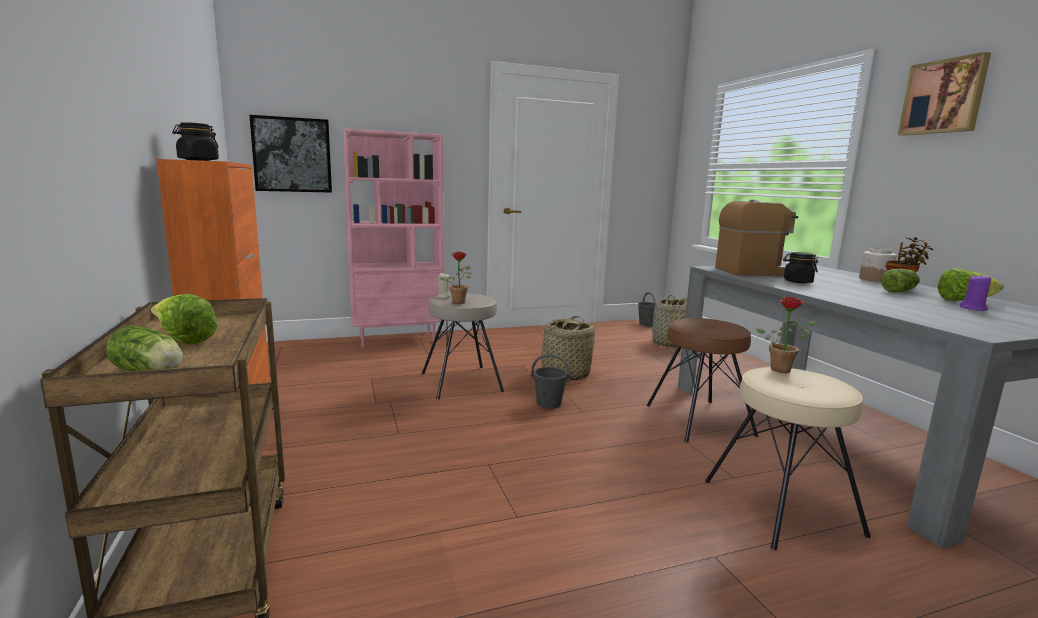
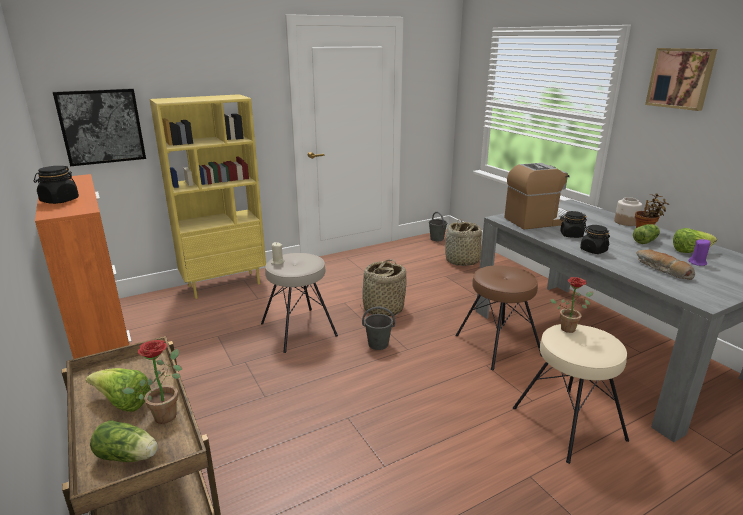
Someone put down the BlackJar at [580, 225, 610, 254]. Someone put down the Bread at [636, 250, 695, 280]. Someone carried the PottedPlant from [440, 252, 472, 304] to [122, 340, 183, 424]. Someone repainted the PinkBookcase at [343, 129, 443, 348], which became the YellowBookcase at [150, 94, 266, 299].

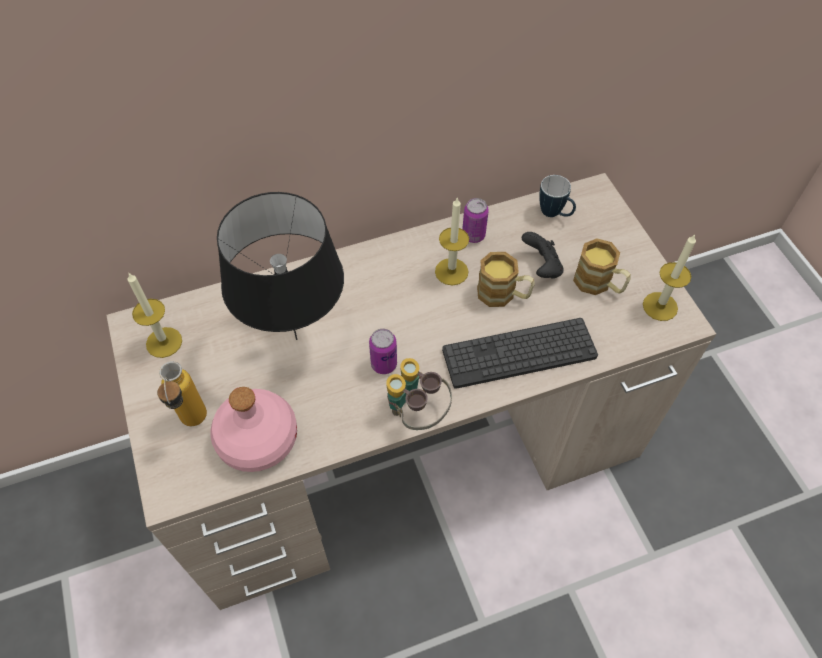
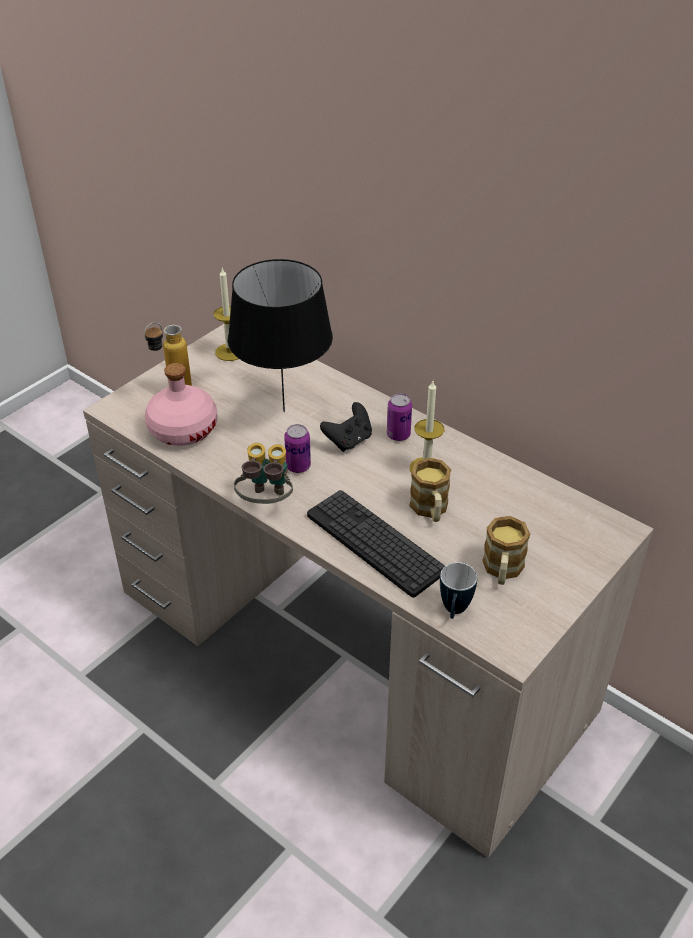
Someone took away the Candle at [643, 234, 696, 321]. Someone carried the Can from [462, 198, 489, 243] to [387, 394, 412, 441]. Someone carried the BlackGameController from [522, 232, 564, 279] to [320, 402, 372, 452]. Someone carried the Mug from [539, 175, 576, 217] to [440, 562, 477, 619].

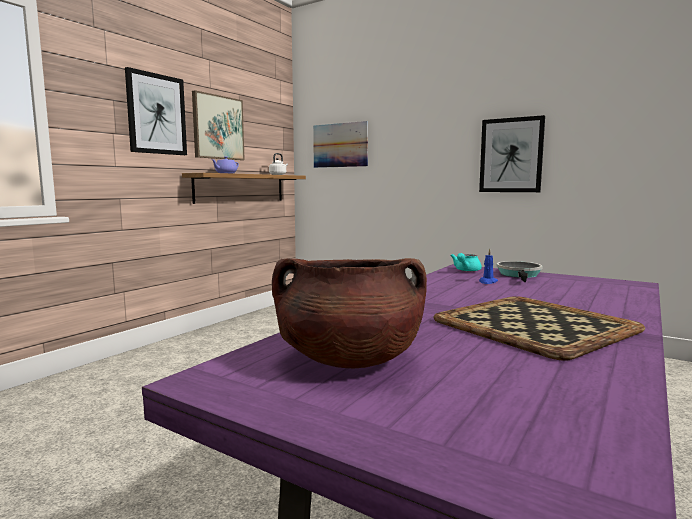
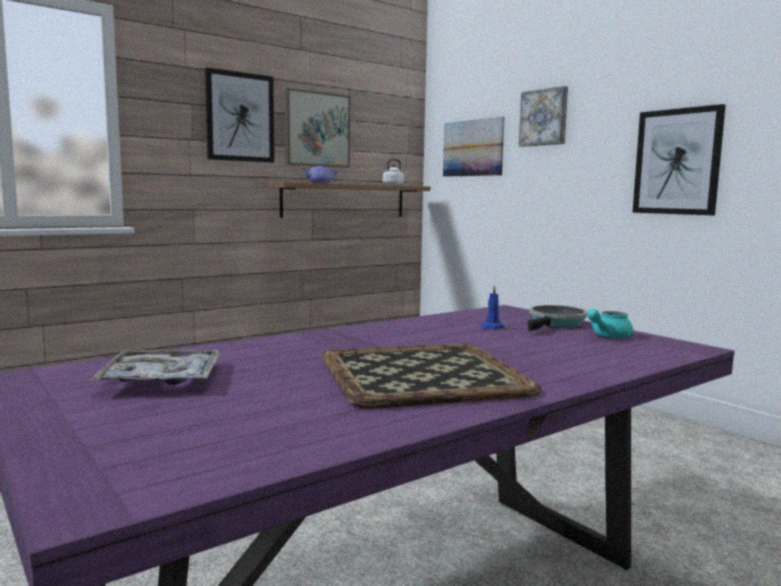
Someone put up the Picture at [519, 86, 568, 147]. Someone carried the TurquoiseTeapot from [450, 253, 482, 272] to [587, 309, 634, 338]. Someone swapped the BrownCookingPot at [272, 258, 427, 368] for the Tray at [90, 350, 221, 385].

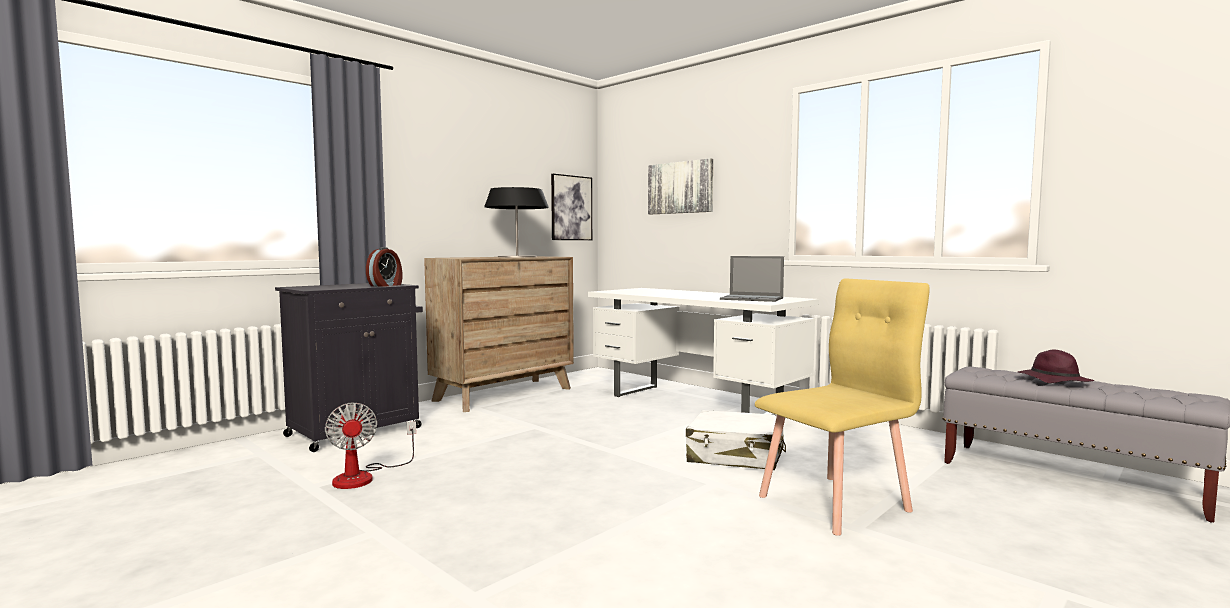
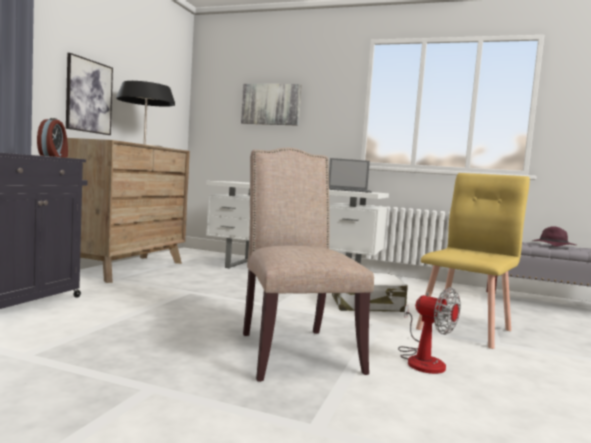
Someone put down the BeigeChair at [243, 148, 374, 382]. Someone carried the Fan from [325, 402, 416, 489] to [398, 287, 461, 374]. Someone carried the Picture from [551, 174, 592, 240] to [66, 53, 113, 135].

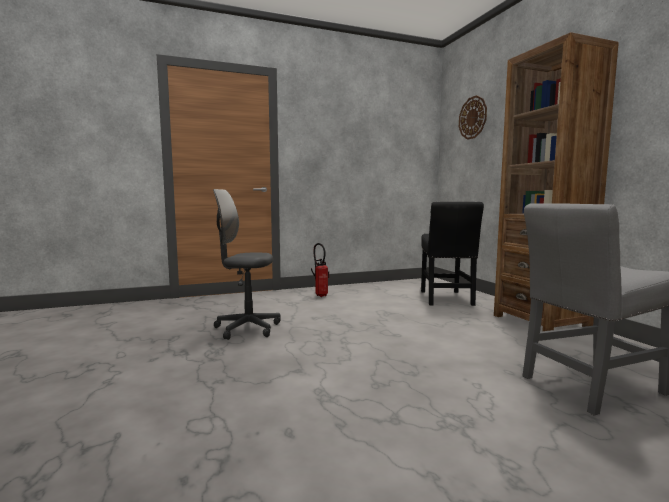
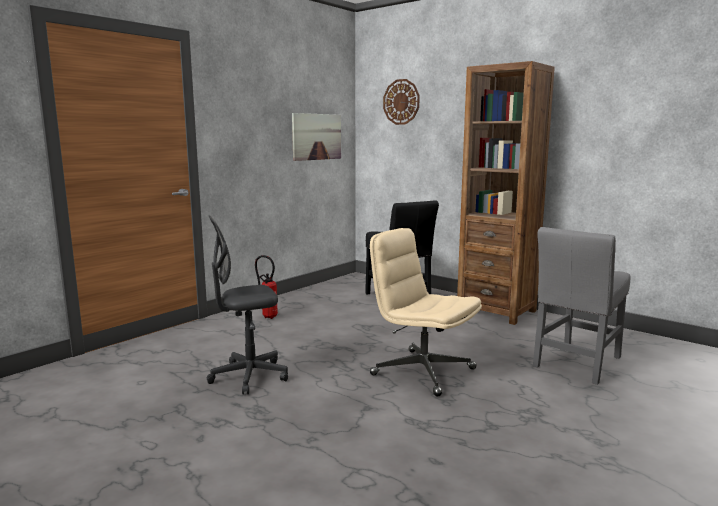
Someone put up the Picture at [292, 113, 341, 161]. Someone put down the BeigeOfficeChair at [370, 228, 482, 396].

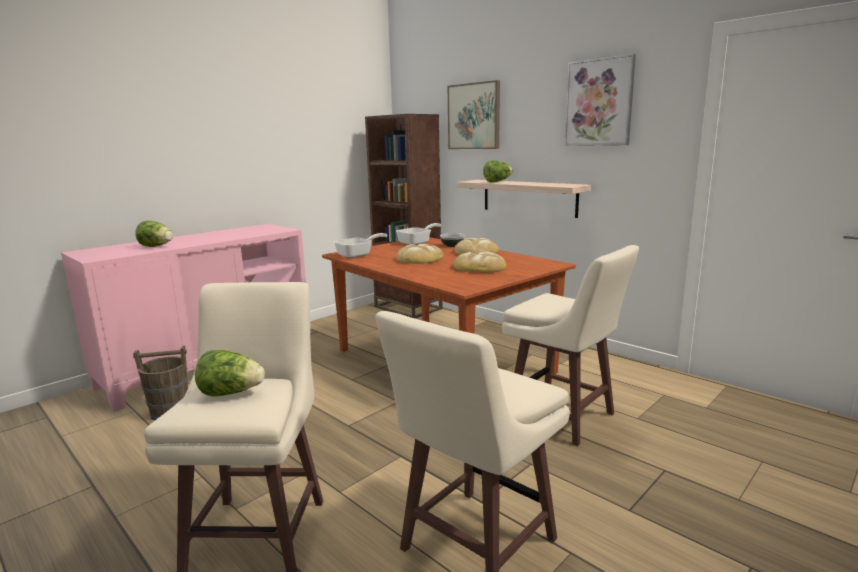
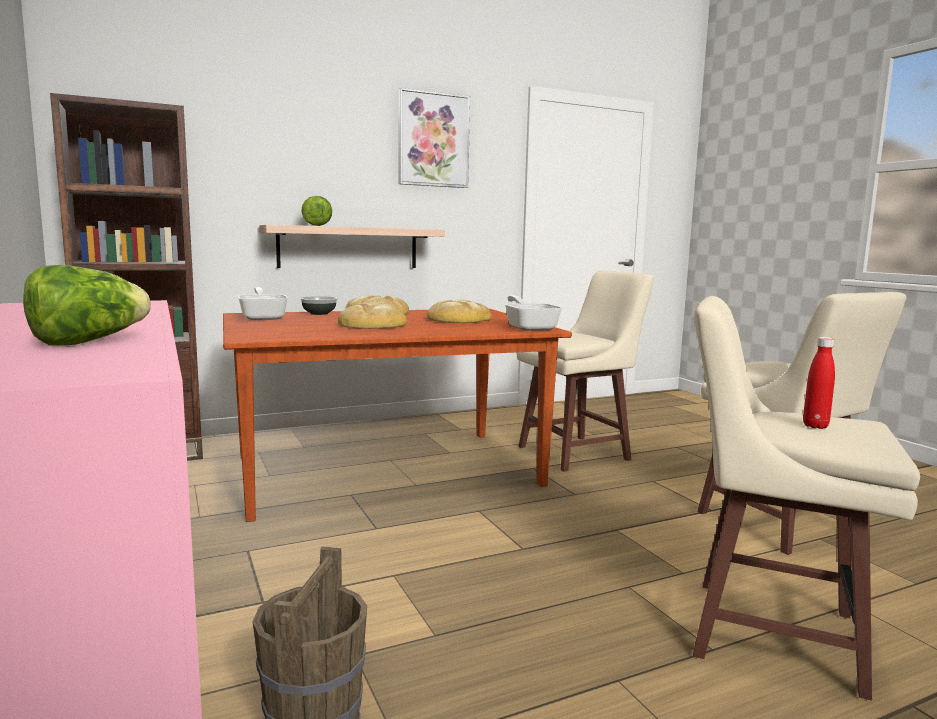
Someone took away the Picture at [448, 80, 500, 149]. Someone carried the FryingPan from [334, 233, 387, 258] to [505, 295, 562, 331]. Someone swapped the Lettuce at [195, 350, 265, 396] for the RedBottle at [803, 337, 835, 429].

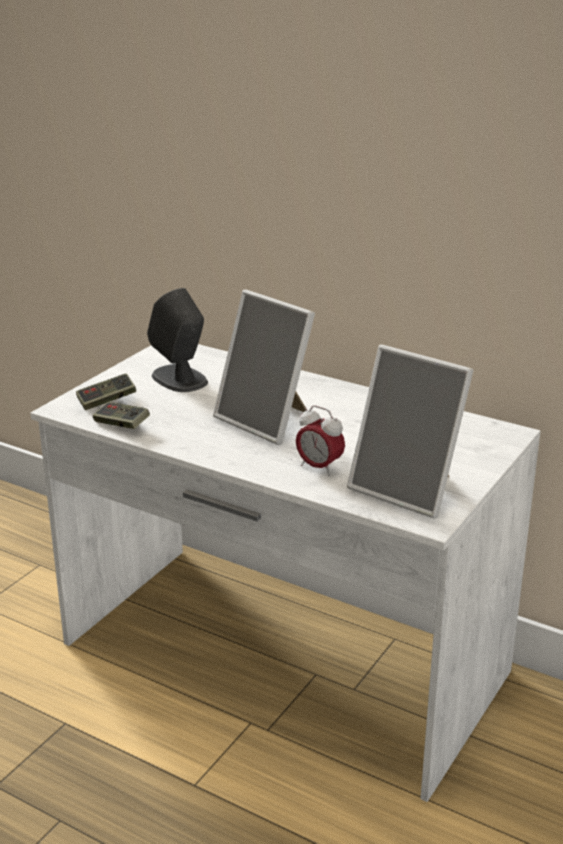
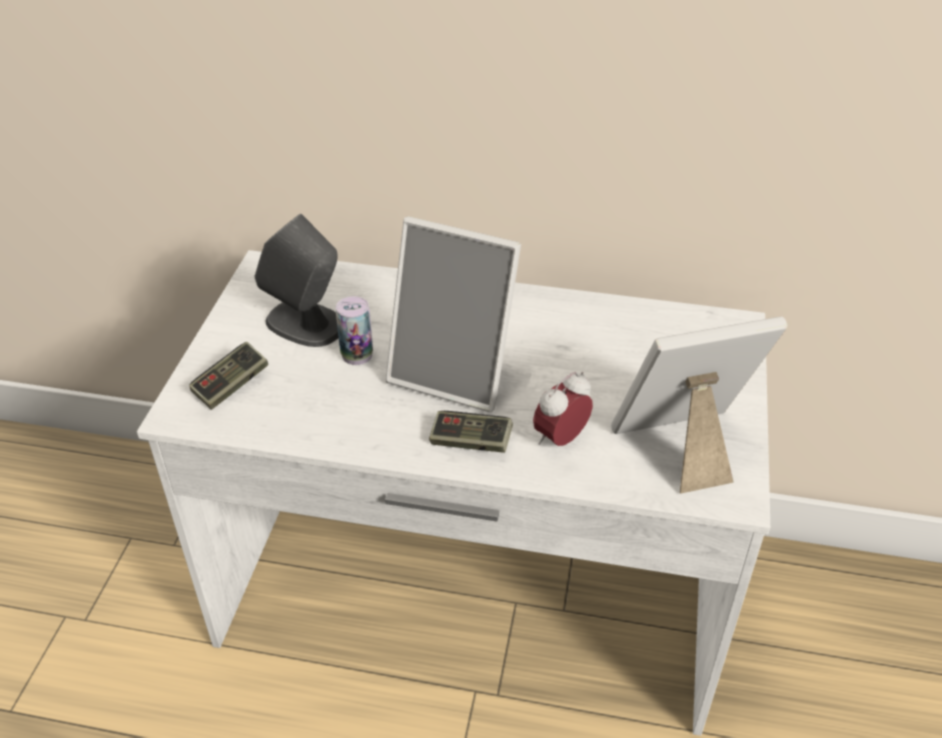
Someone put down the Can at [336, 296, 373, 365]. Someone carried the GameController from [93, 402, 150, 429] to [429, 411, 513, 453]. Someone rotated the AlarmClock at [296, 405, 345, 476] by 120 degrees clockwise. Someone rotated the PictureFrame at [347, 345, 473, 518] by 150 degrees clockwise.

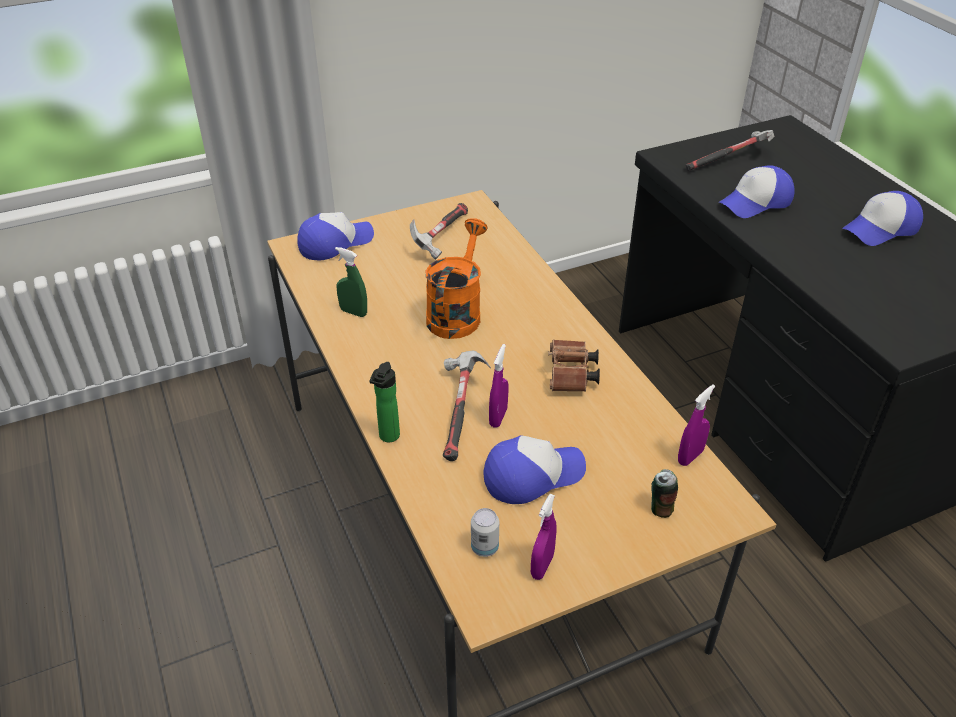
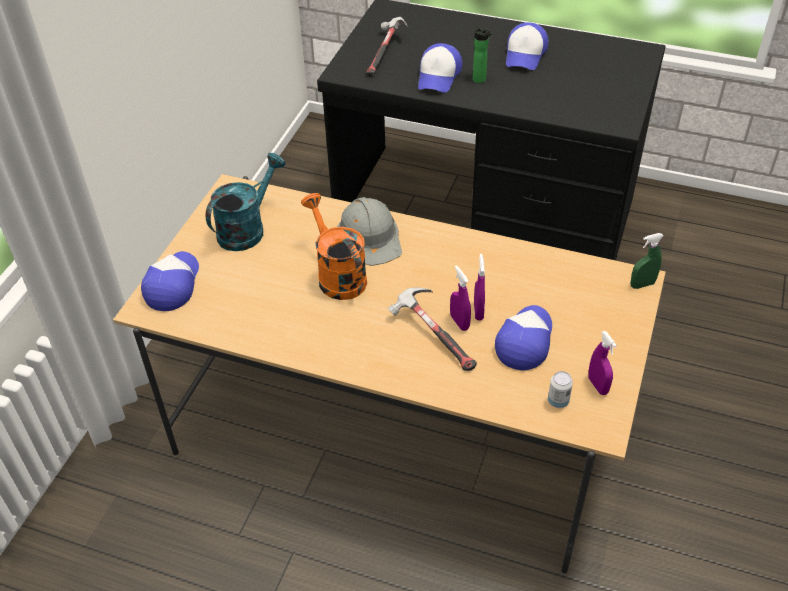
Someone took away the BrownBinoculars at [548, 339, 600, 392]. Someone took away the Can at [651, 469, 678, 518]. Someone put down the GreyHardHat at [337, 197, 402, 266]. Someone carried the GreenSprayBottle from [335, 247, 367, 317] to [631, 233, 663, 289]. Someone carried the Bottle from [369, 362, 400, 442] to [473, 24, 492, 83]. Someone carried the PurpleSprayBottle from [678, 384, 715, 466] to [474, 254, 485, 321]. Someone swapped the Hammer at [410, 203, 468, 260] for the TurquoiseWateringCan at [206, 153, 286, 251].

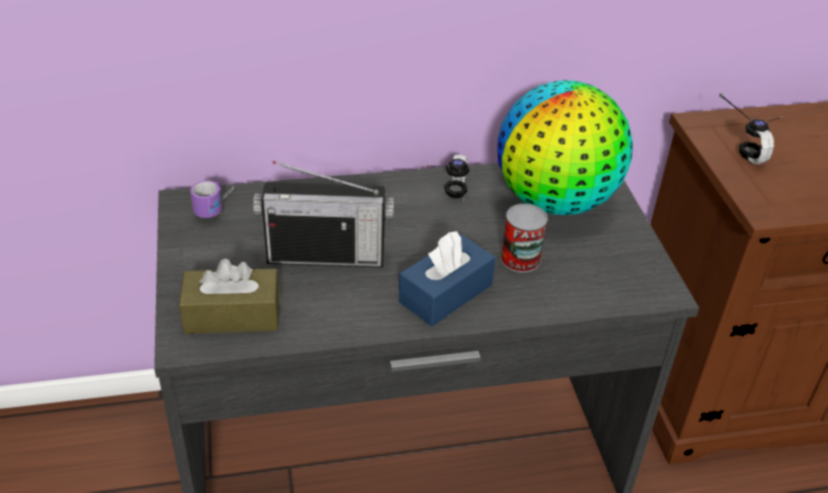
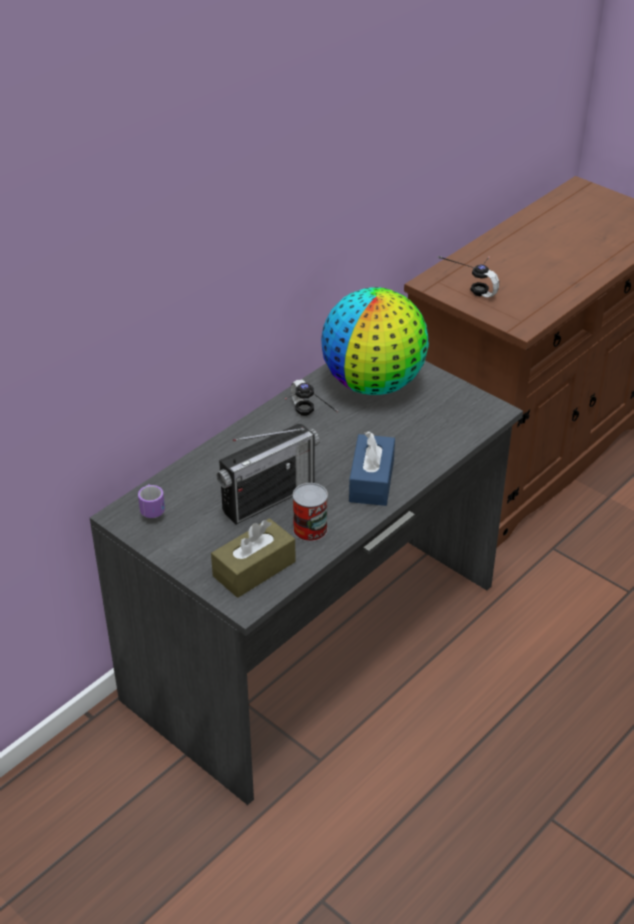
Someone carried the Can from [501, 204, 548, 273] to [293, 483, 328, 542].

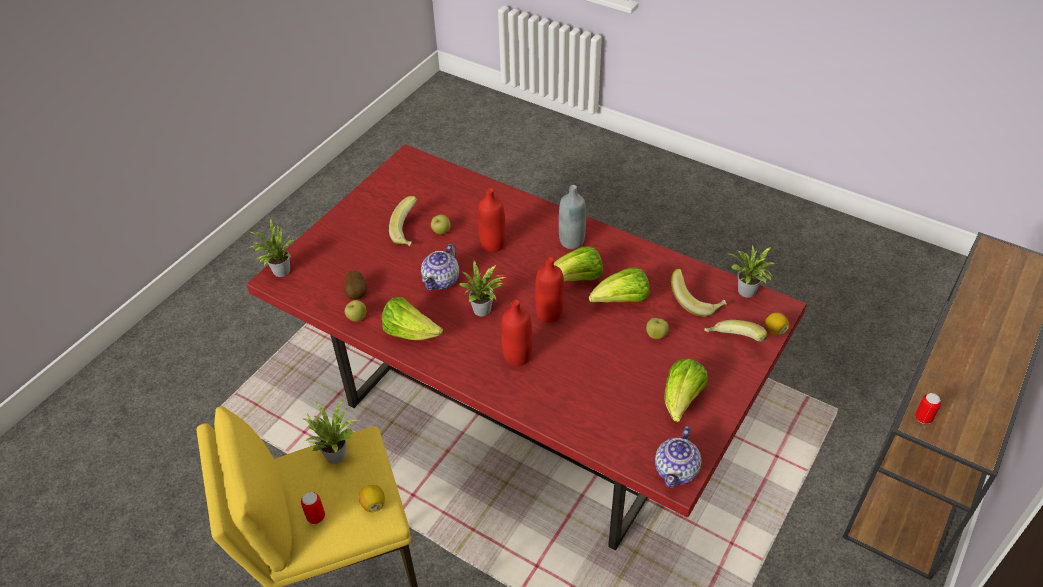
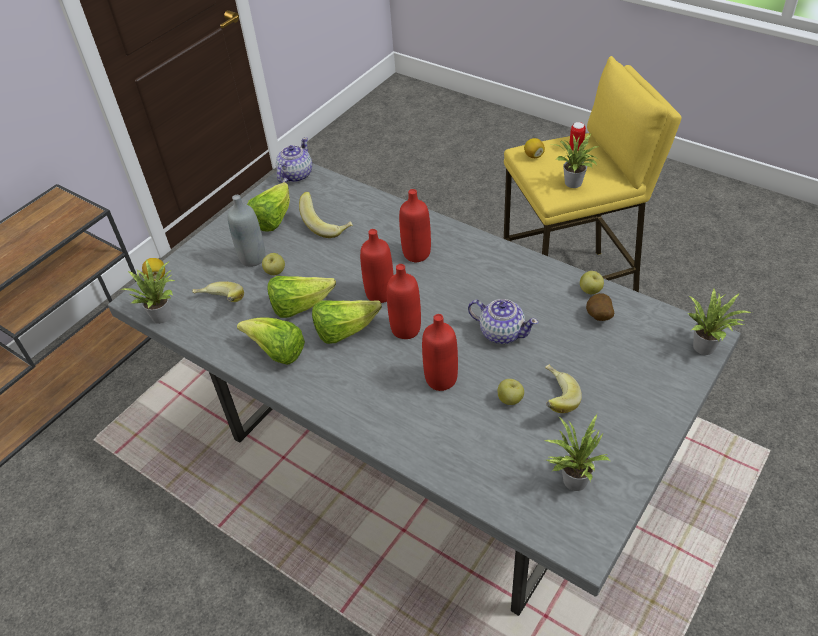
Someone took away the Can at [915, 393, 941, 424]. Someone put down the RedBottle at [387, 264, 421, 339]. Someone carried the Lettuce from [381, 297, 443, 340] to [237, 317, 305, 365]. Someone carried the PottedPlant from [459, 260, 506, 316] to [544, 414, 611, 491]. Someone carried the GreyBottle from [559, 185, 586, 249] to [228, 195, 266, 267]. Someone carried the Banana from [704, 320, 768, 342] to [299, 192, 353, 238]. Someone repainted the RedDiningTable at [247, 144, 807, 550], which became the GreyDiningTable at [108, 163, 741, 616]. Someone rotated the Teapot at [421, 243, 459, 290] by 90 degrees clockwise.

